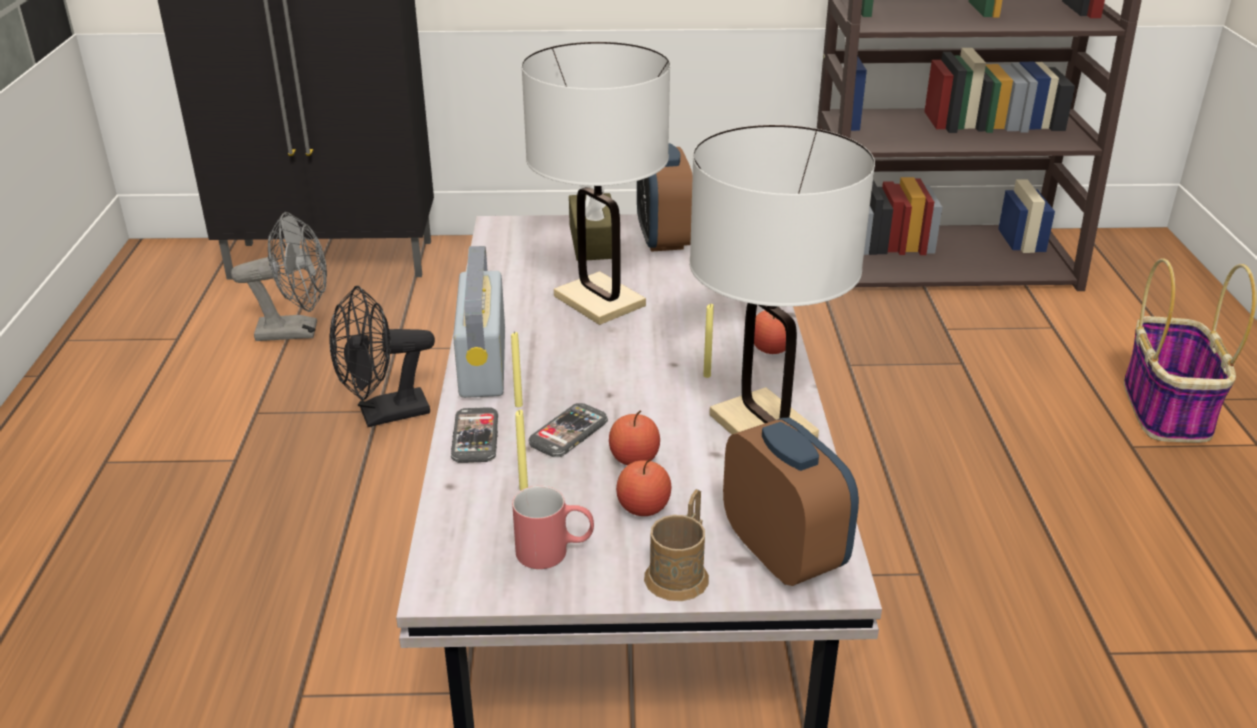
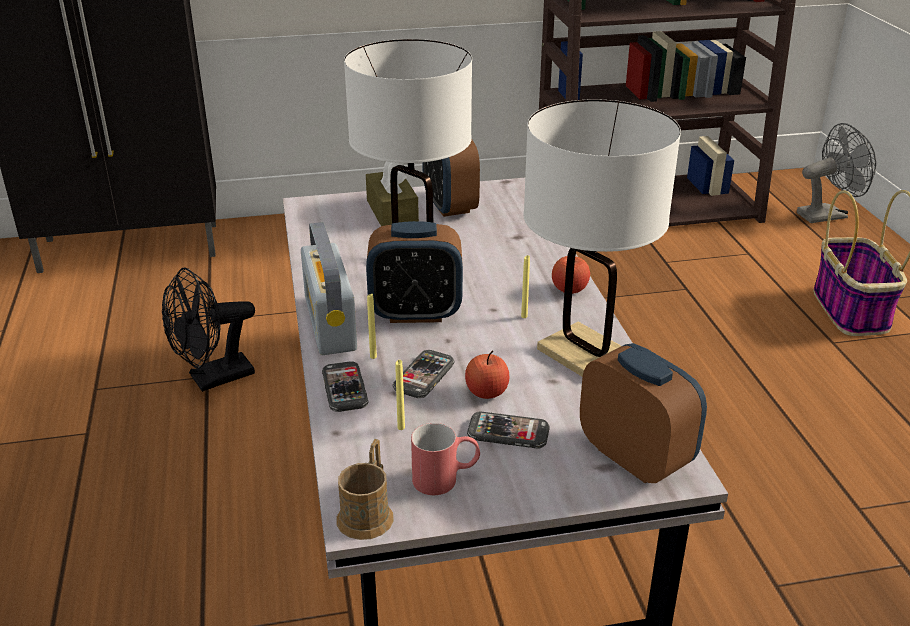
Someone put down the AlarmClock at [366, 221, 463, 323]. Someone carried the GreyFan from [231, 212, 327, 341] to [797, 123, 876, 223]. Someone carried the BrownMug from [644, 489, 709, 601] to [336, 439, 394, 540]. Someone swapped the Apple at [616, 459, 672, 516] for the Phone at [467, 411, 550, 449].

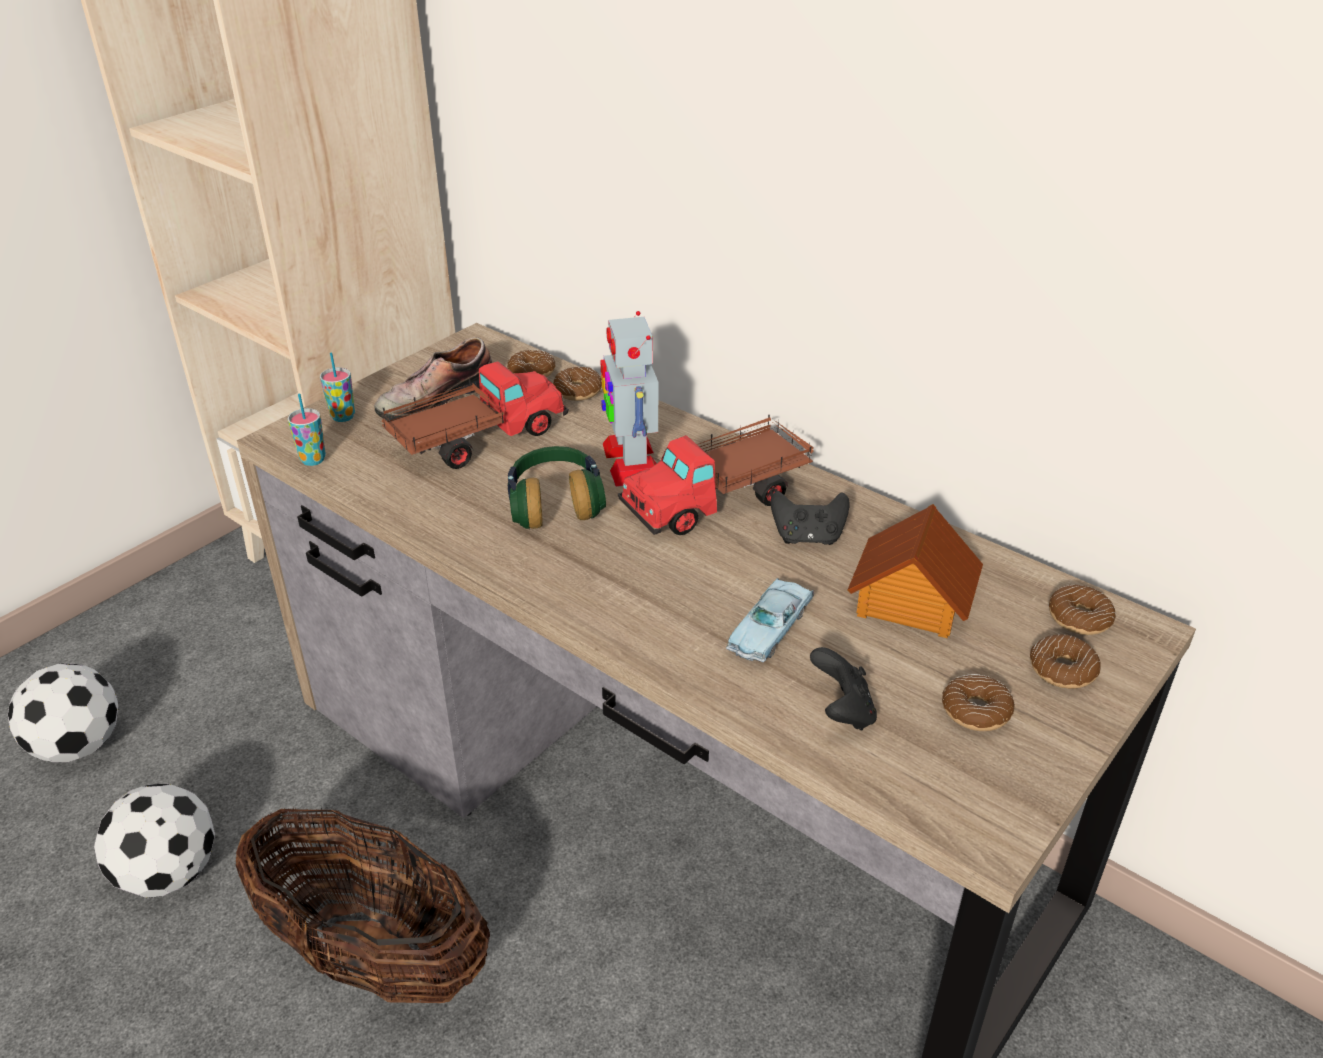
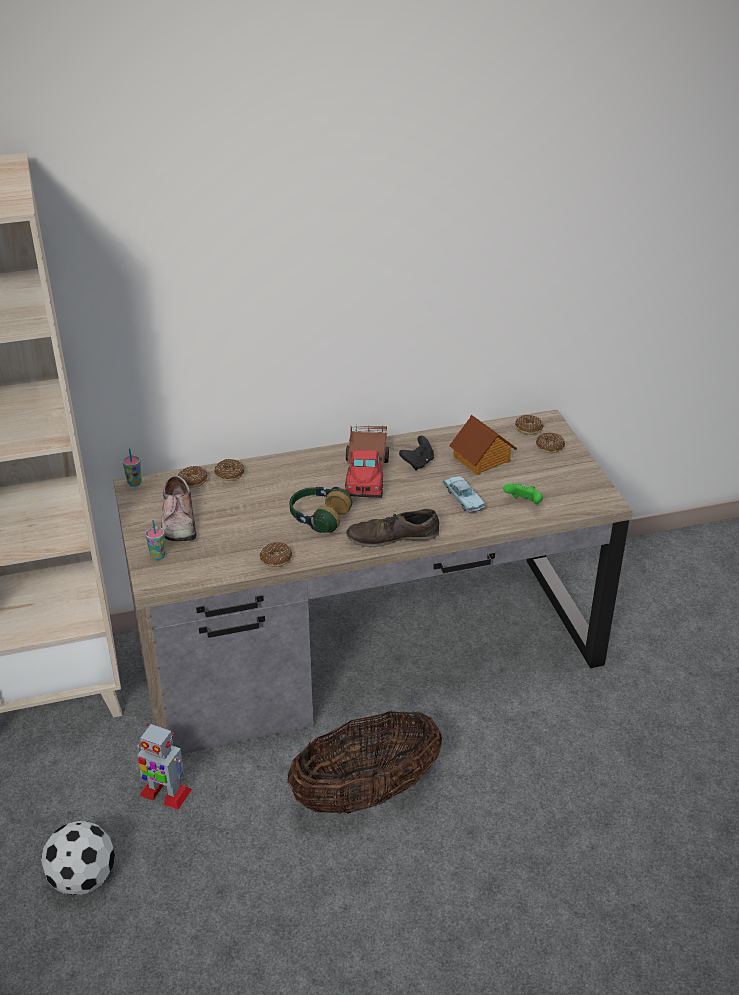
Someone took away the Football at [94, 784, 215, 898]. Someone took away the ToyTruck at [380, 361, 569, 469]. Someone put down the BrownShoe at [346, 509, 439, 548]. Someone carried the Cup from [288, 394, 326, 466] to [122, 448, 142, 487]. Someone carried the ToyRobot from [600, 311, 658, 487] to [137, 723, 192, 810]. Someone carried the Donut from [942, 674, 1015, 731] to [260, 542, 292, 567]. Someone repainted the BlackGameController at [810, 647, 877, 730], which became the GreenGameController at [503, 483, 543, 504].

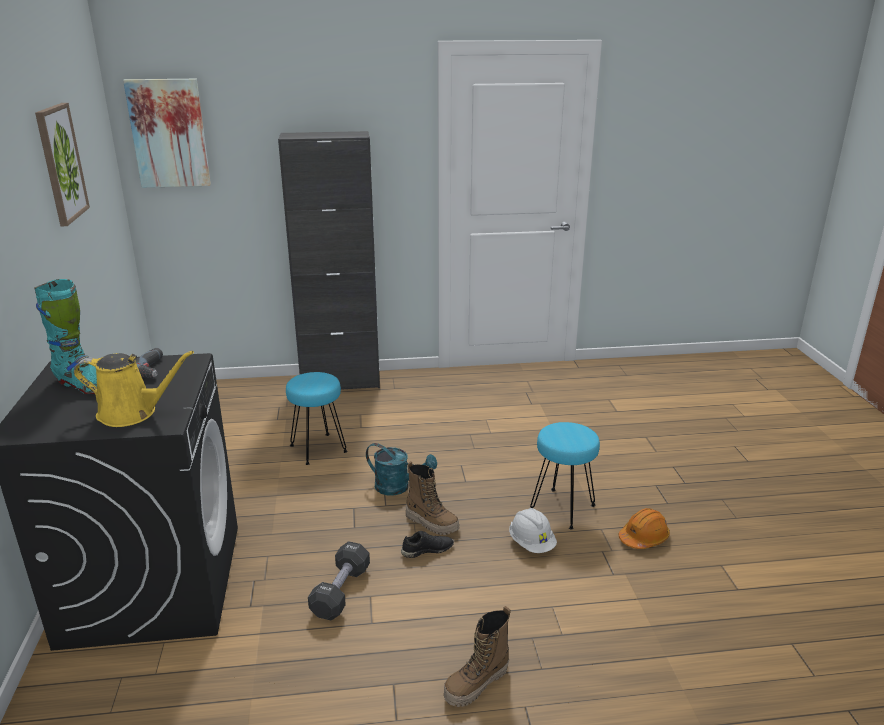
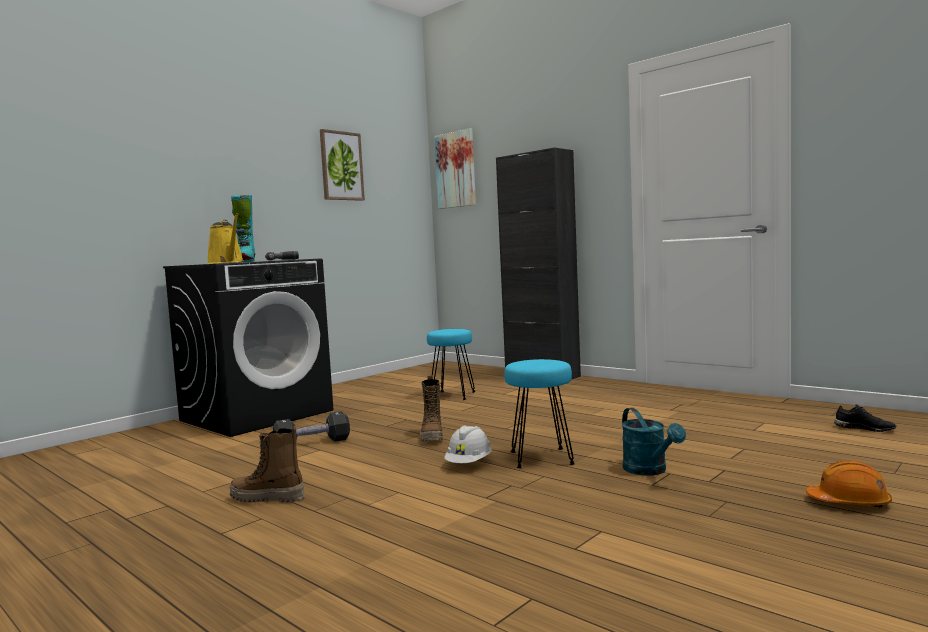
Someone carried the TurquoiseWateringCan from [366, 443, 437, 495] to [622, 408, 686, 476]. Someone carried the BlackShoe from [401, 531, 454, 558] to [834, 404, 897, 432]. Someone carried the OrangeHardHat from [619, 508, 670, 549] to [806, 461, 892, 508].

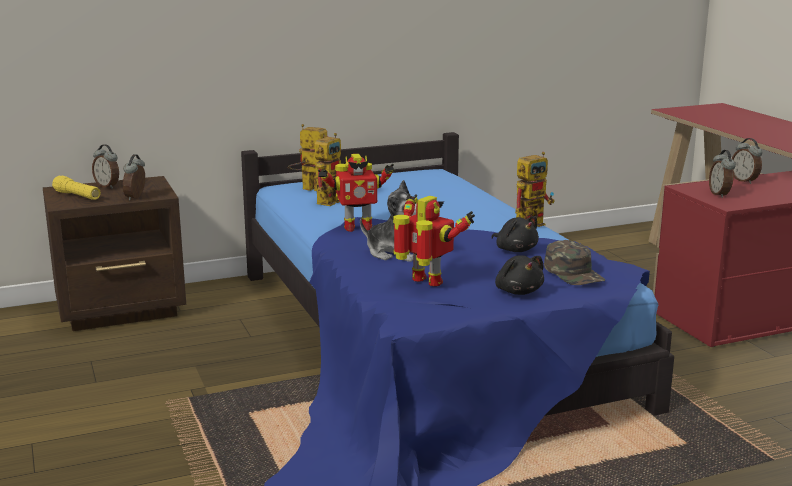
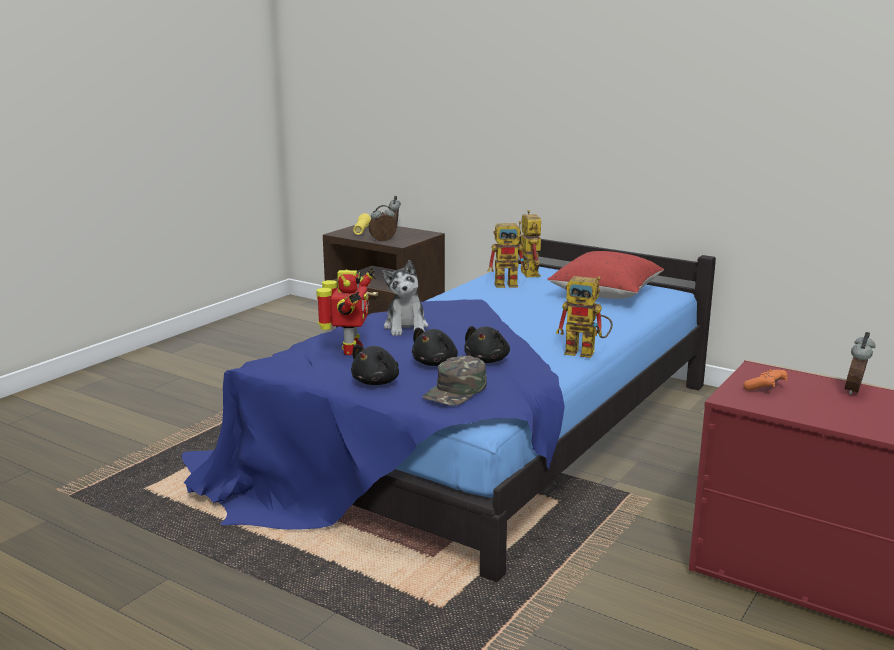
Someone took away the ToyRobot at [317, 154, 394, 232]. Someone put down the BlackPlushToy at [412, 327, 458, 366]. Someone put down the RedPillow at [547, 251, 664, 299]. Someone swapped the AlarmClock at [709, 150, 736, 198] for the OrangeGameController at [743, 370, 788, 391].

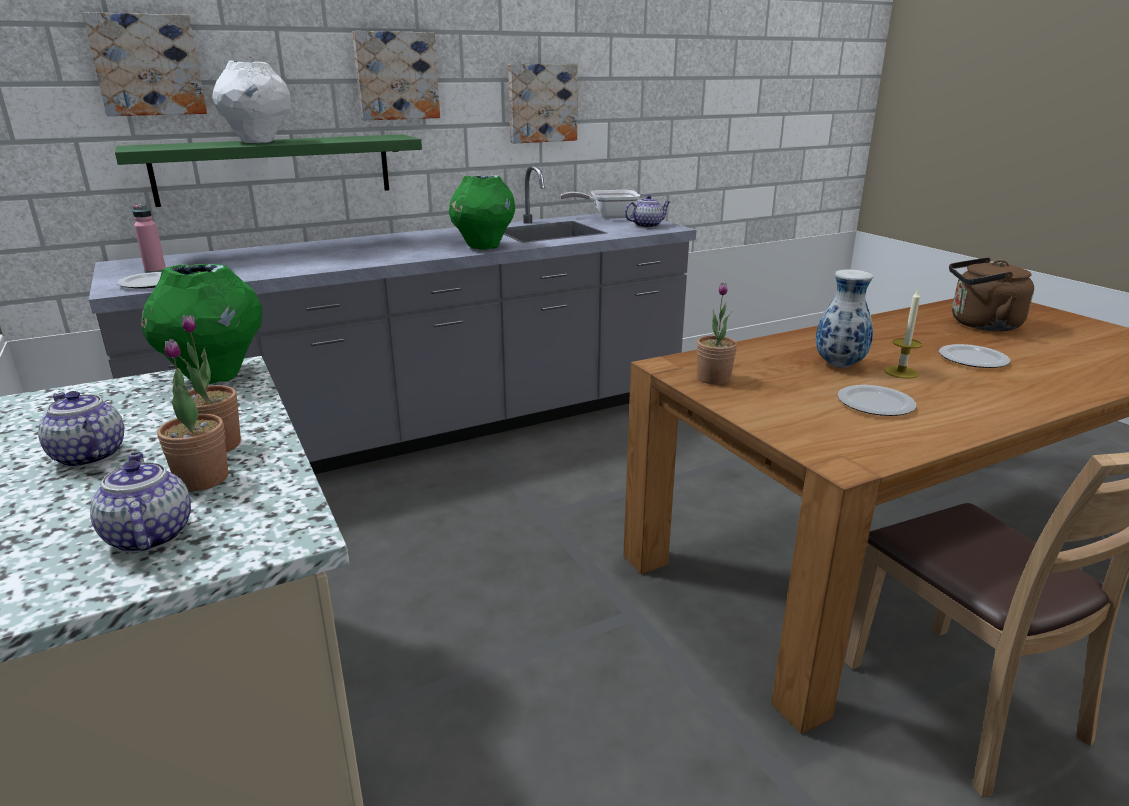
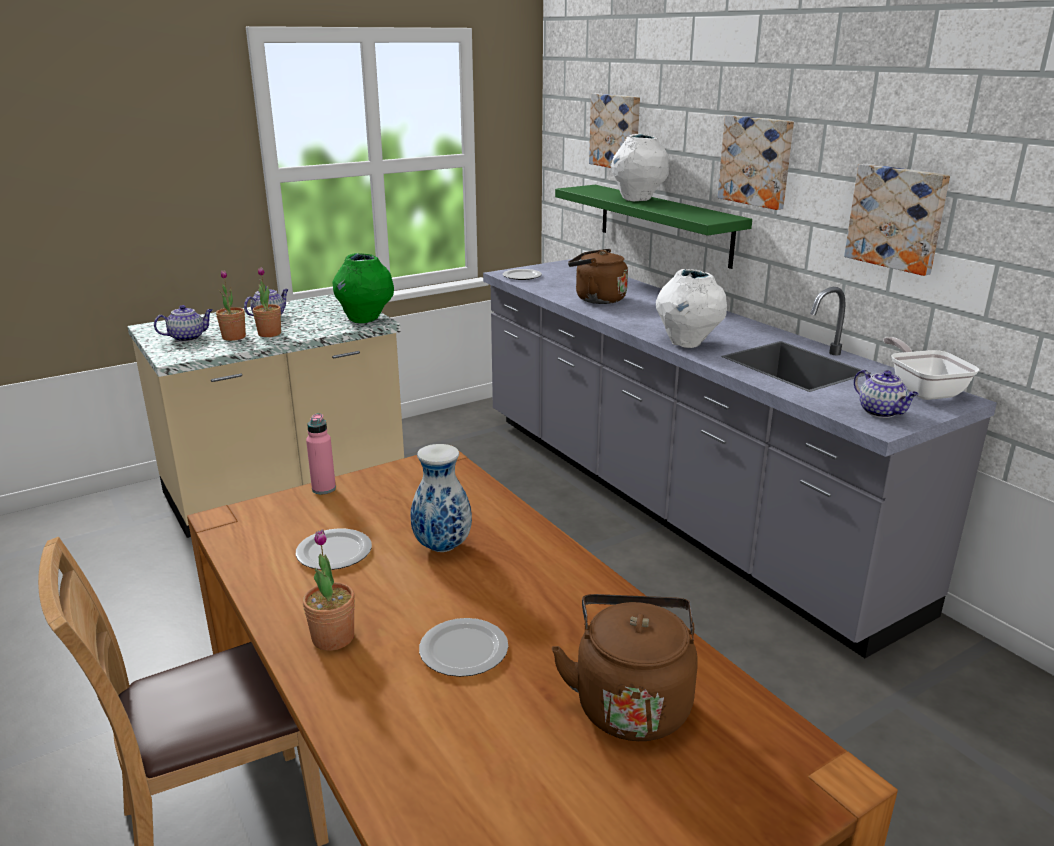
Someone took away the Candle at [885, 290, 922, 379]. Someone put down the BrownKettle at [568, 249, 628, 304]. Someone carried the PinkBottle from [132, 204, 166, 273] to [306, 413, 336, 494]. Someone carried the PottedPlant from [697, 283, 737, 385] to [303, 529, 355, 651]. Someone repainted the GreenVase at [449, 175, 515, 250], which became the WhiteVase at [656, 269, 727, 348].

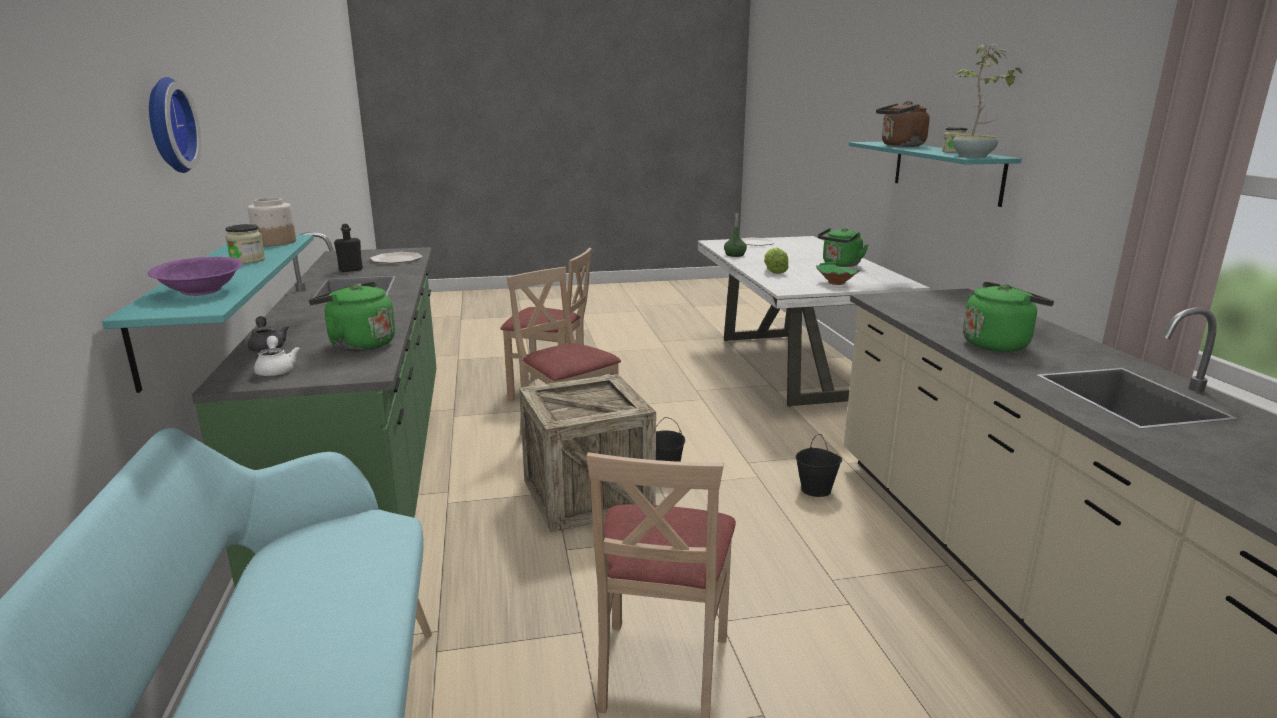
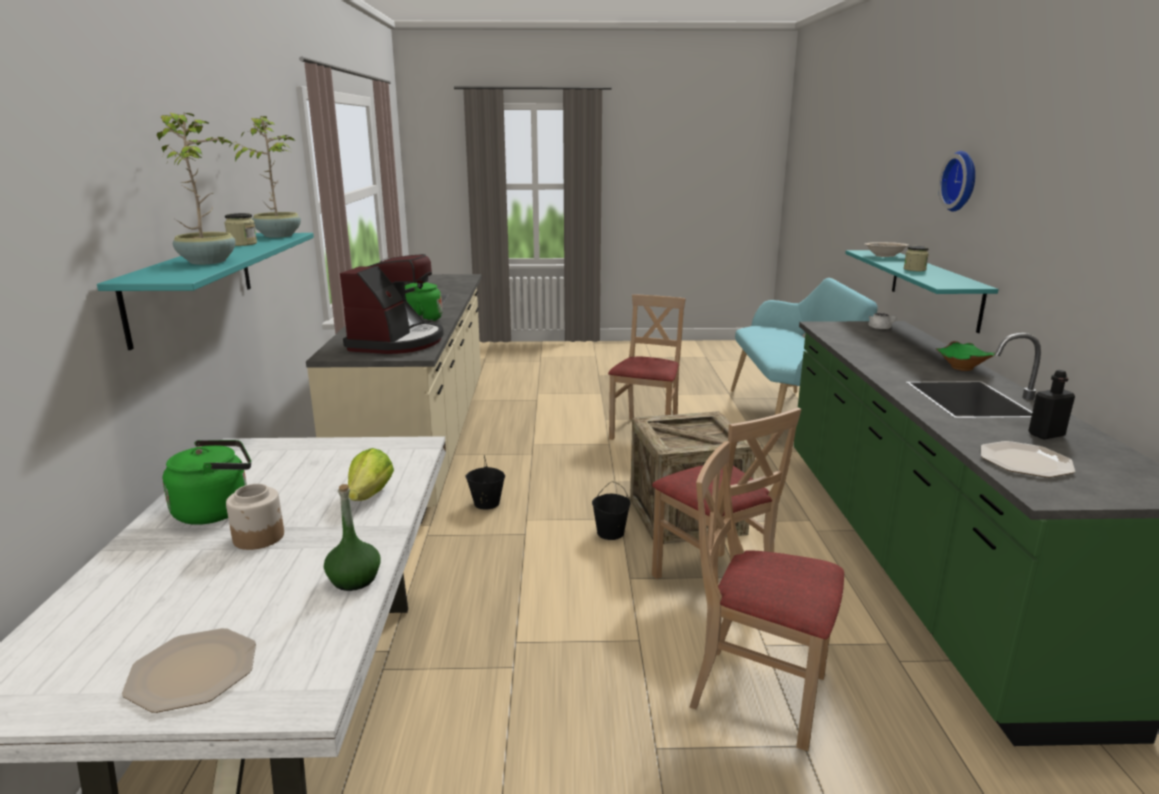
Someone took away the GreyTeapot at [248, 316, 289, 352]. Someone took away the GreenKettle at [309, 281, 395, 351]. Someone put down the CoffeeMachine at [340, 254, 444, 354]. Someone carried the Jar from [248, 198, 296, 246] to [226, 484, 284, 550]. Someone carried the GreenBowl from [816, 262, 860, 285] to [936, 341, 995, 371]. Someone swapped the BrownKettle at [876, 101, 930, 147] for the PottedPlant at [157, 113, 236, 265]. Someone repainted the PurpleBowl at [148, 257, 243, 296], which became the BeigeBowl at [865, 242, 909, 257].

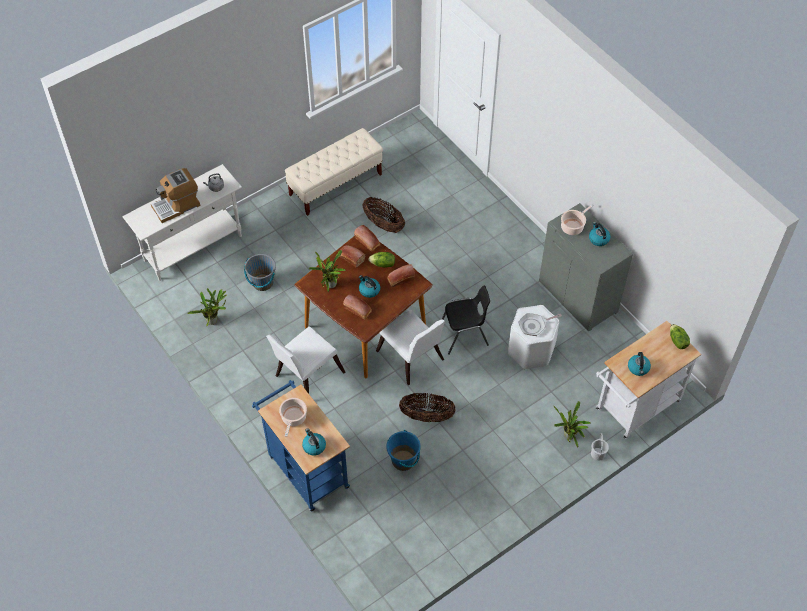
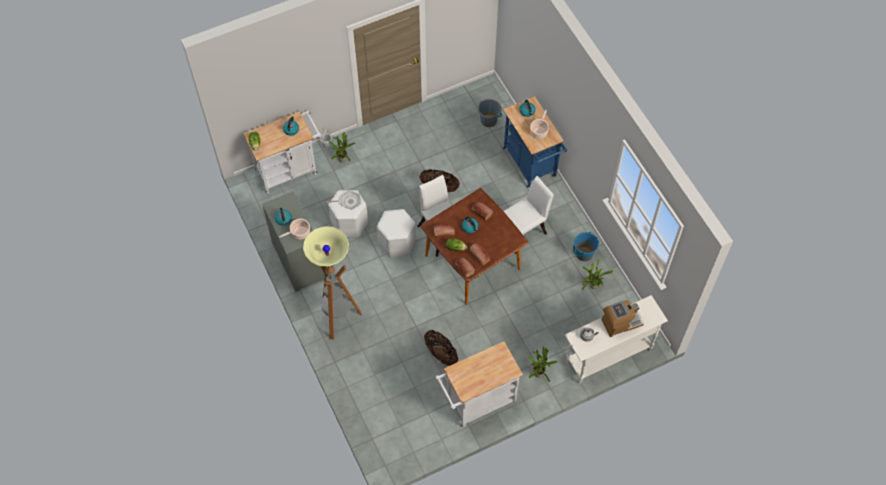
Someone put down the FloorLamp at [303, 226, 362, 340]. Someone carried the GreyBucket from [244, 254, 276, 291] to [478, 99, 502, 127]. Someone carried the PottedPlant from [309, 250, 346, 292] to [528, 346, 557, 382]. Someone carried the BlueBucket from [386, 430, 420, 471] to [573, 232, 599, 261]. Someone swapped the BeigeBench at [285, 128, 383, 216] for the WhiteCart at [436, 341, 523, 427]. Someone swapped the BlackChair at [442, 285, 490, 355] for the WhiteStool at [377, 209, 416, 258].

